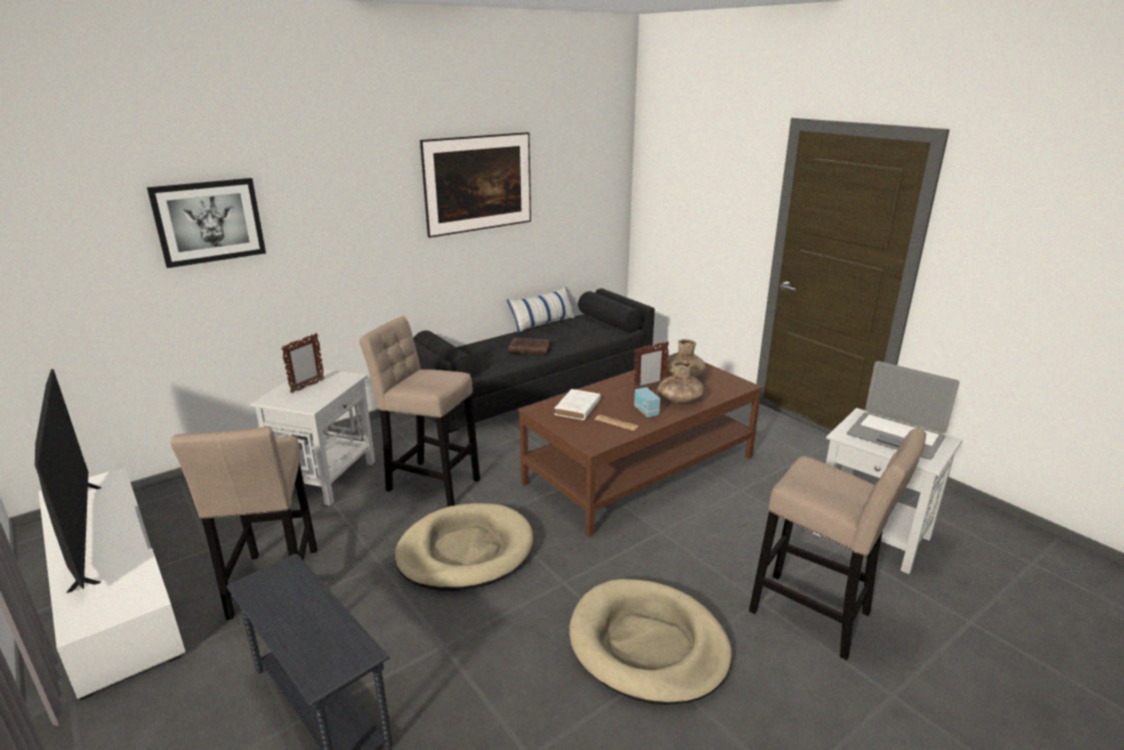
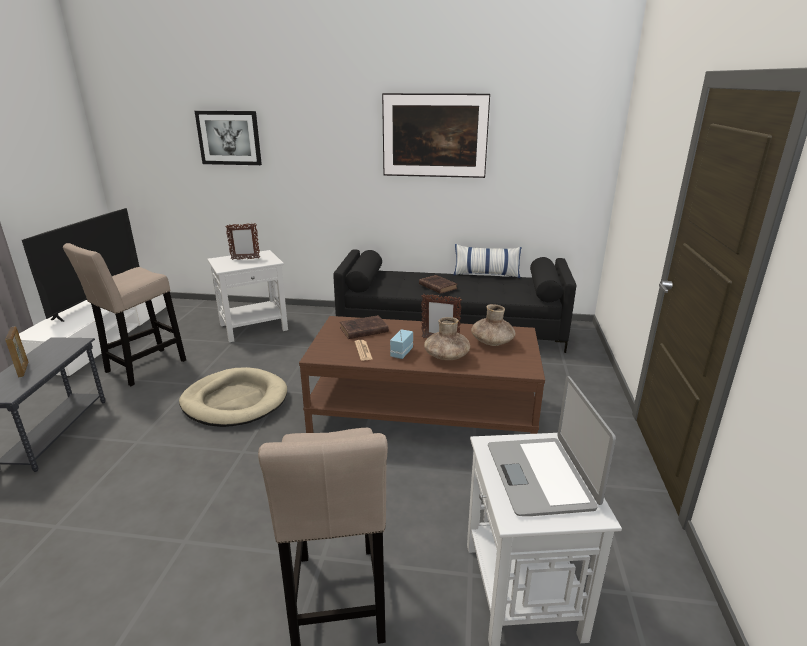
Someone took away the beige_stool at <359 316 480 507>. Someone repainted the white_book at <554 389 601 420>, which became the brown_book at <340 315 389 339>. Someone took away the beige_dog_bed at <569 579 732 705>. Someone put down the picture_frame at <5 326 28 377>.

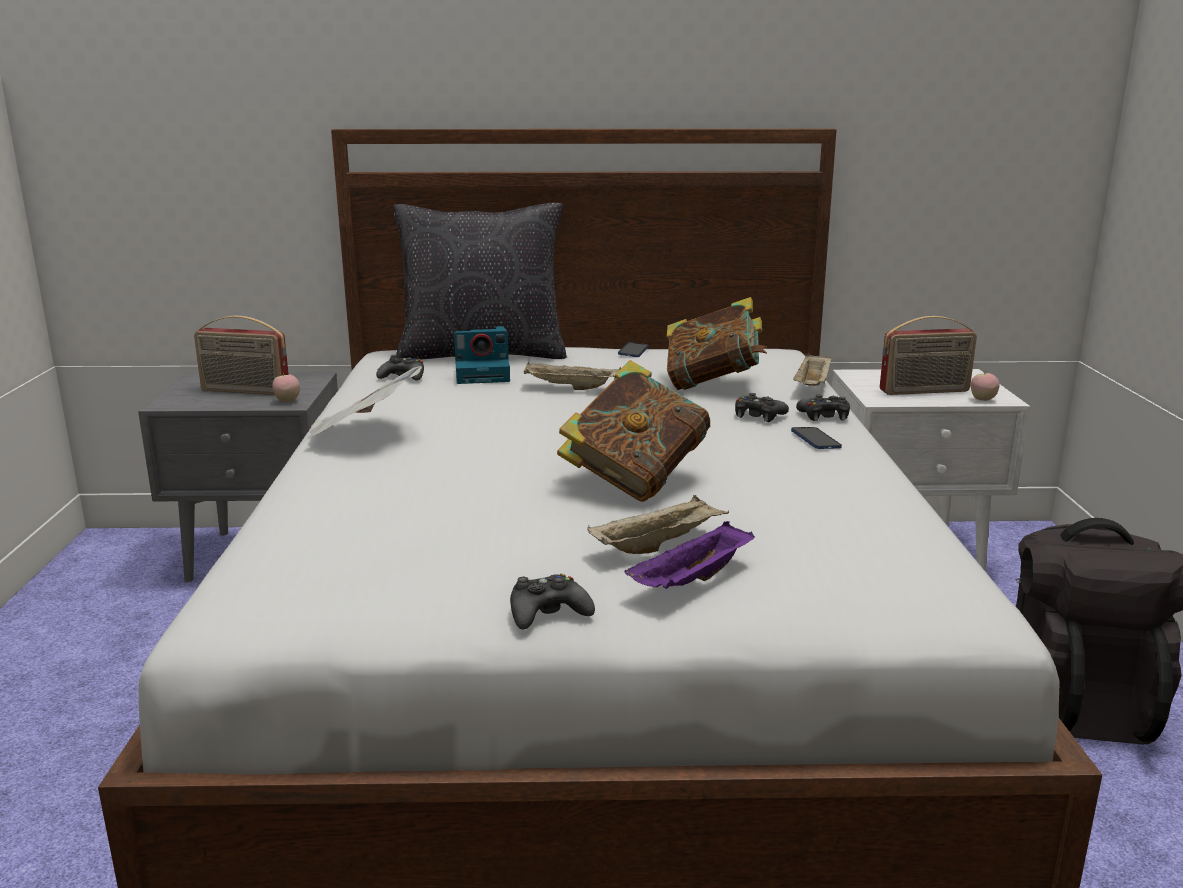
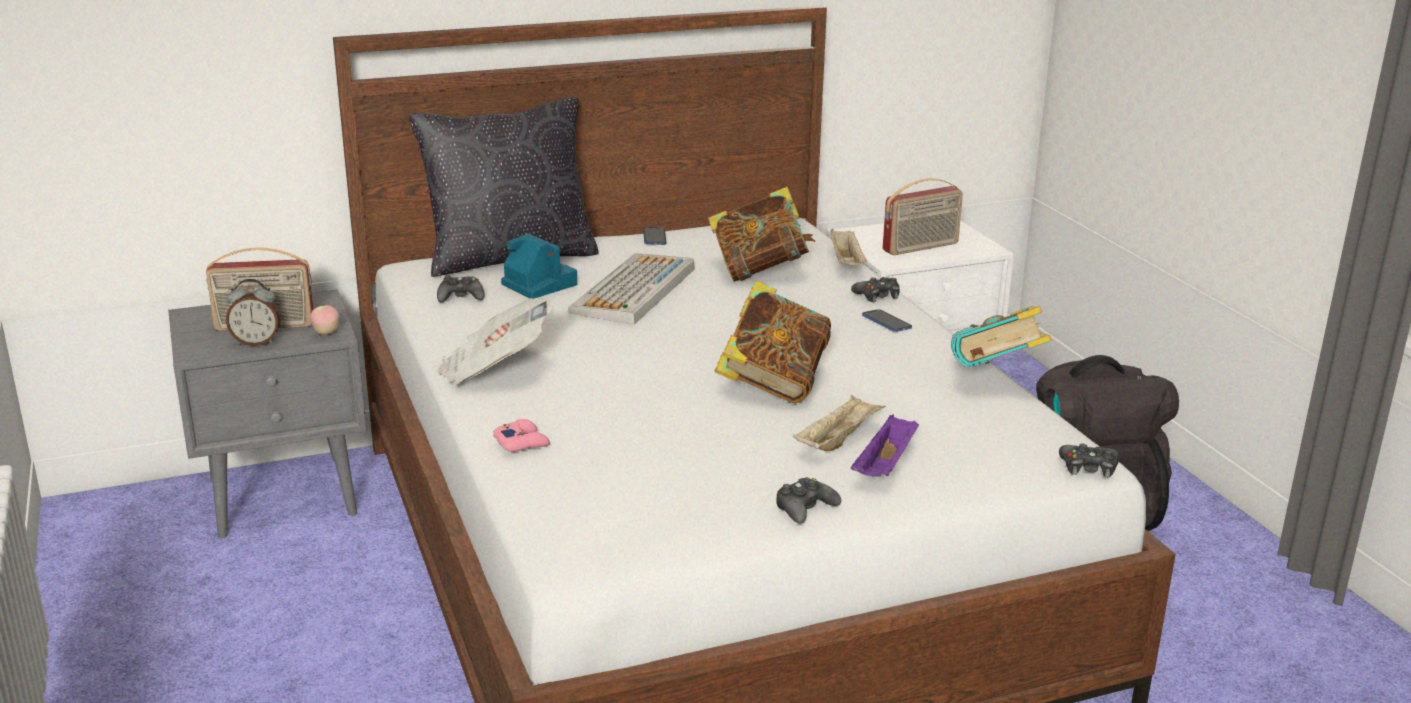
Someone rotated the photo_camera at <454 326 510 384> by 105 degrees counterclockwise. Someone swapped the beige_tray at <524 362 621 390> for the keyboard at <568 253 694 325>. Someone carried the black_game_controller from <735 393 789 422> to <1059 444 1119 478>. Someone took away the apple at <971 370 1000 401>. Someone put down the alarm_clock at <226 279 281 346>. Someone put down the pink_game_controller at <493 419 550 452>. Someone put down the book at <951 306 1052 367>.

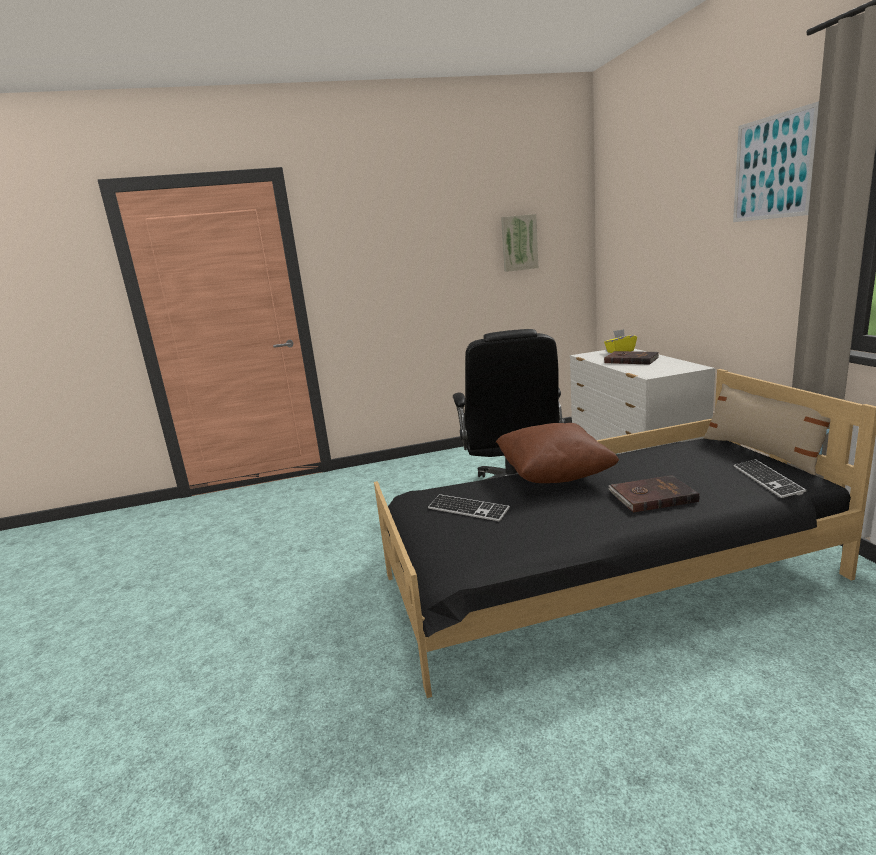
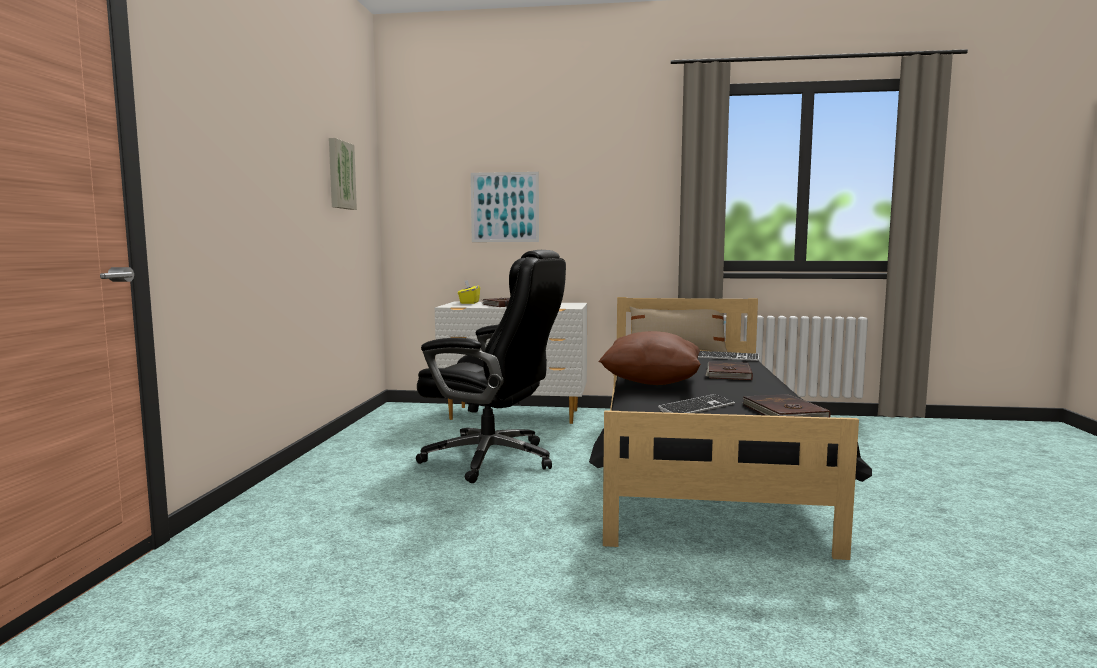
Someone carried the picture from <733 101 819 222> to <471 172 539 242>. Someone put down the brown_book at <742 394 830 417>.

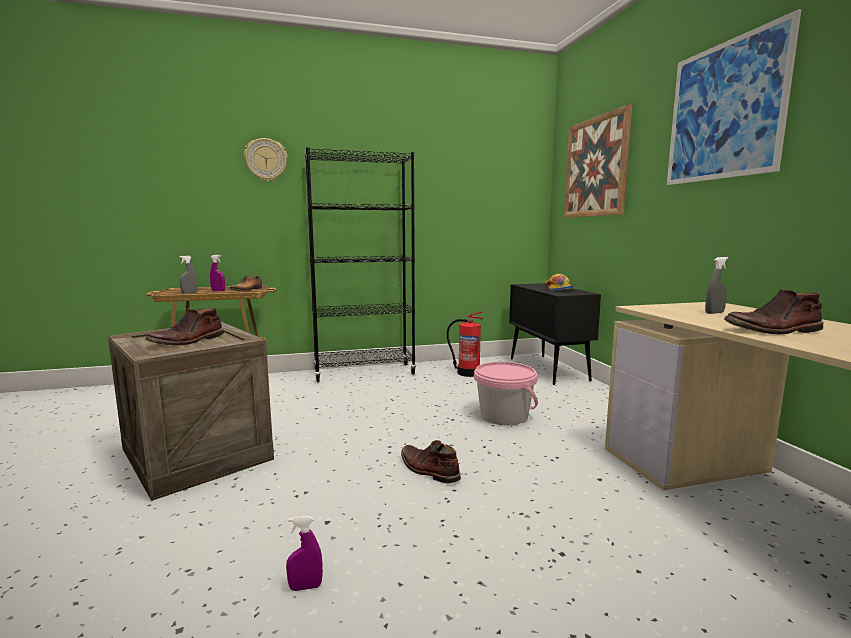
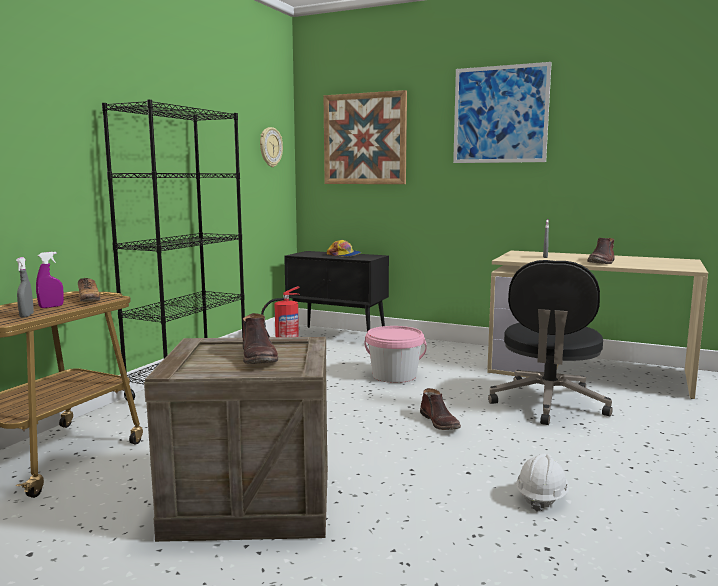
Someone carried the wall_clock from <244 138 287 182> to <260 127 283 167>. Someone swapped the purple_spray_bottle at <286 516 323 591> for the white_hard_hat at <516 453 569 512>. Someone rotated the brown_boot at <401 440 461 483> by 105 degrees counterclockwise. Someone put down the black_office_chair at <488 260 613 425>.

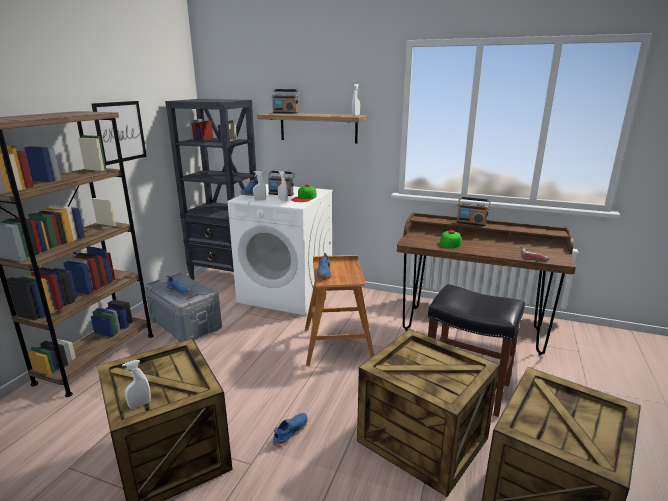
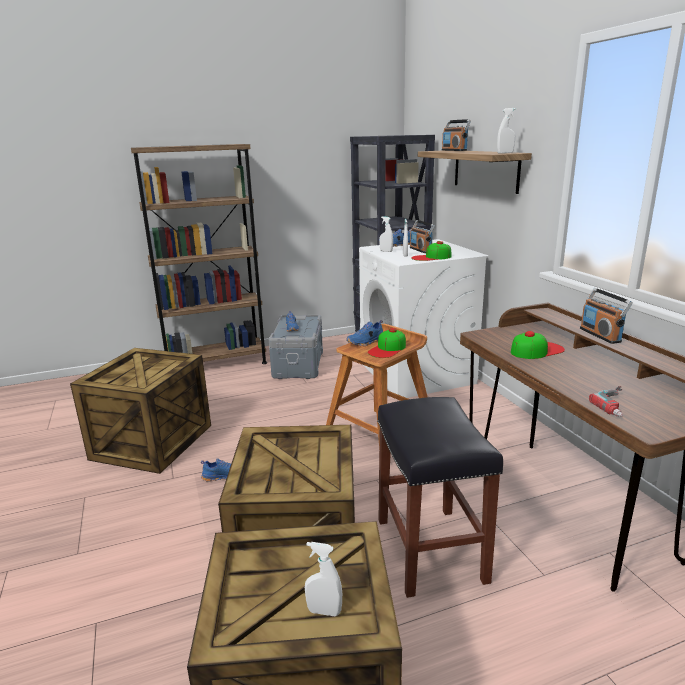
Someone took away the picture at <92 101 147 165>. Someone carried the white_spray_bottle from <122 360 151 409> to <305 542 342 617>. Someone put down the cap at <368 328 406 358>.

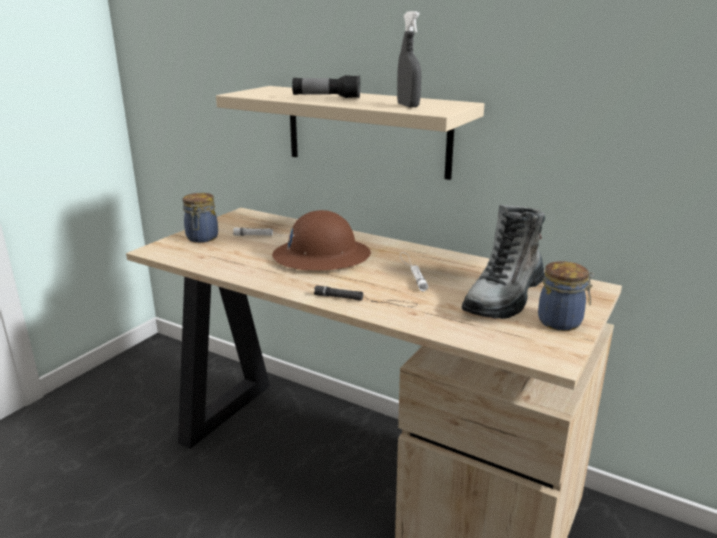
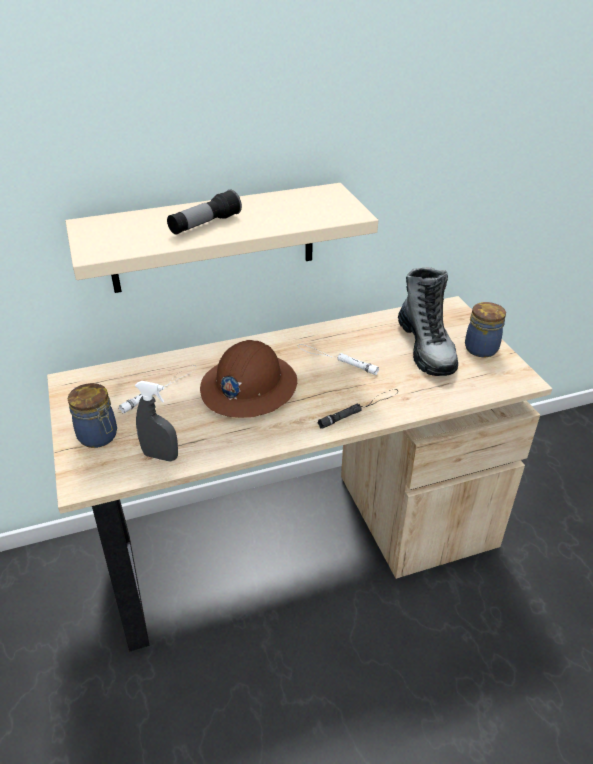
Someone carried the grey_spray_bottle from <397 11 422 108> to <135 381 178 461>.

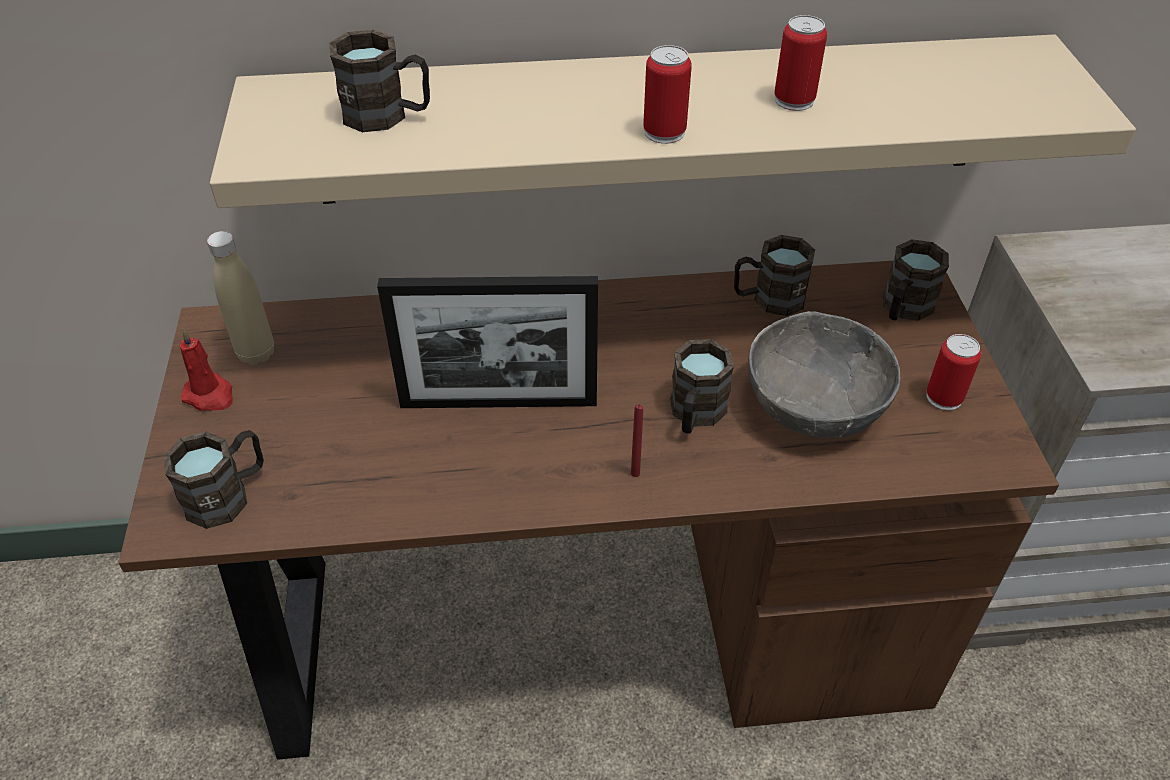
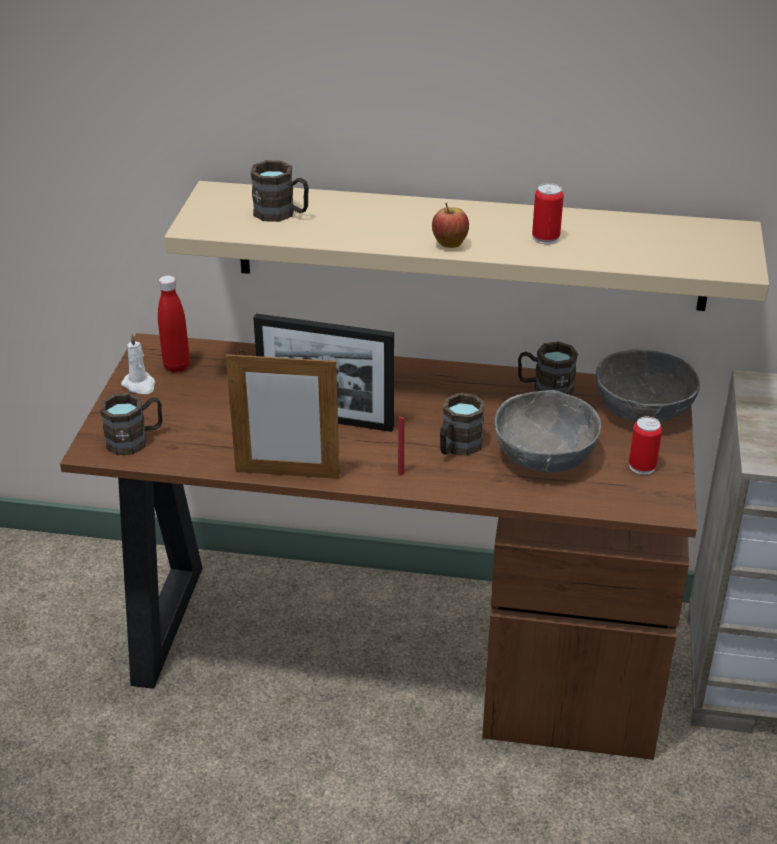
Someone repainted the red_candle at <180 329 233 411>, which became the white_candle at <121 333 155 394>. Someone repainted the beige_bottle at <207 231 274 365>, which became the red_bottle at <158 275 190 373>. Someone swapped the can at <643 45 692 144> for the apple at <432 203 469 248>. Someone swapped the brown_mug at <883 239 949 321> for the grey_bowl at <596 349 700 422>. Someone put down the picture_frame at <226 351 340 479>.

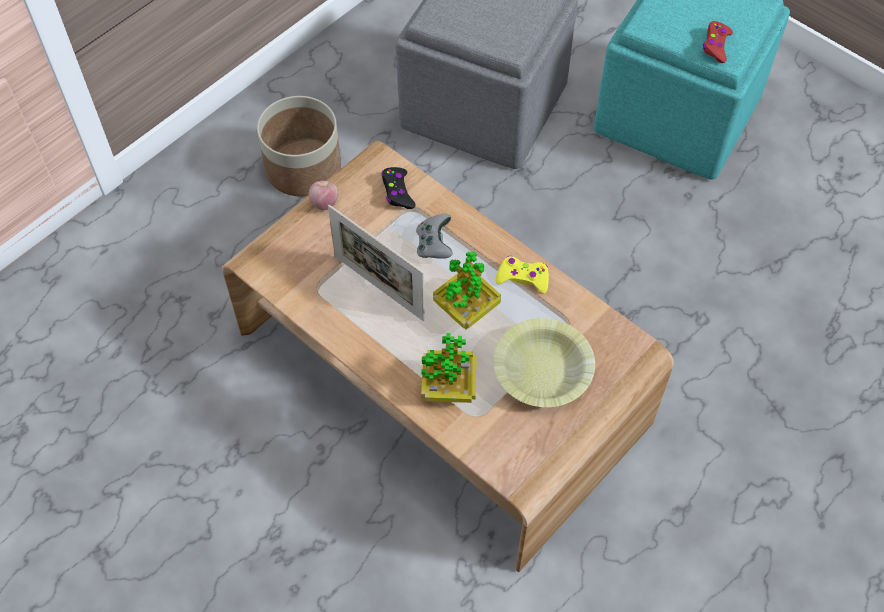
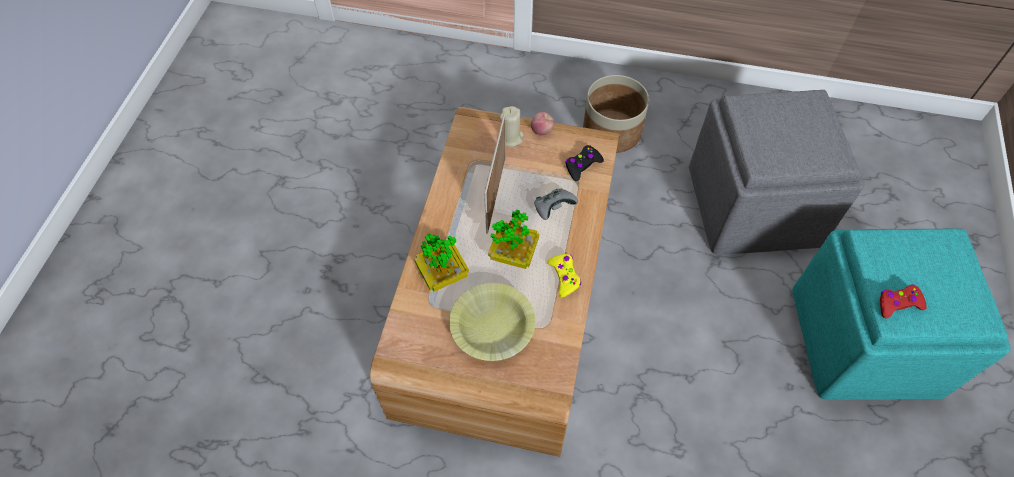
Someone put down the beige_candle at <500 106 524 147>.

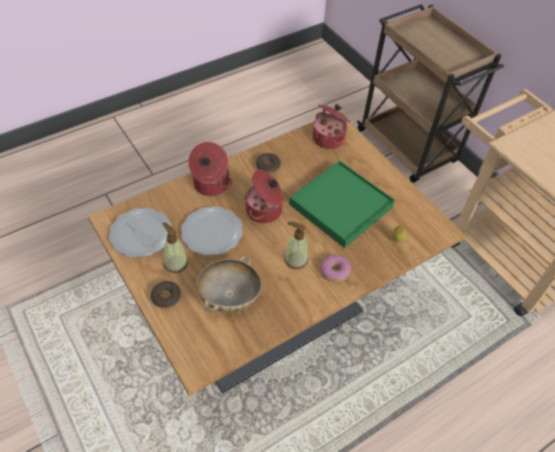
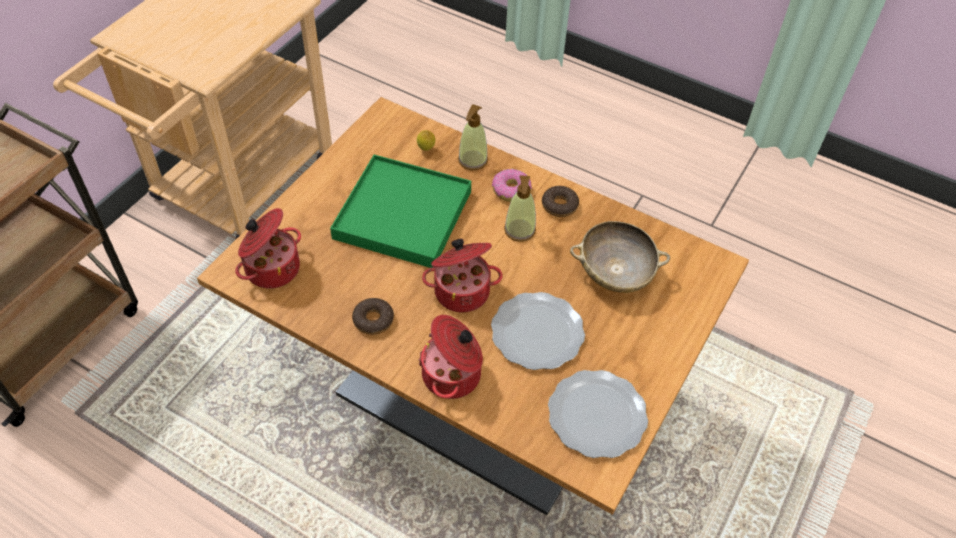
Someone carried the donut from <151 281 181 309> to <542 186 579 217>. Someone carried the soap_dispenser from <162 222 188 273> to <458 104 488 170>.

